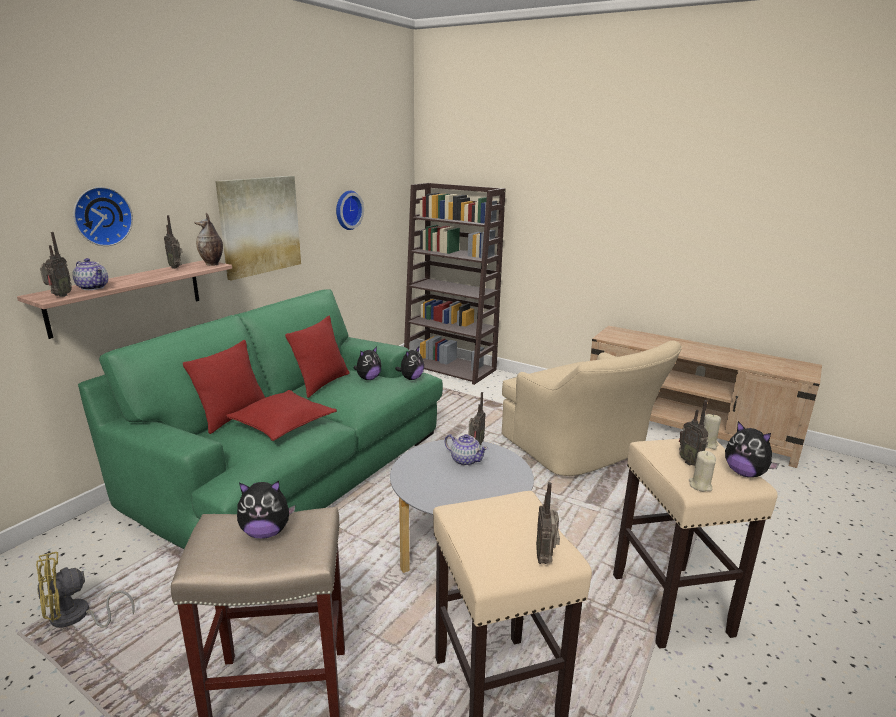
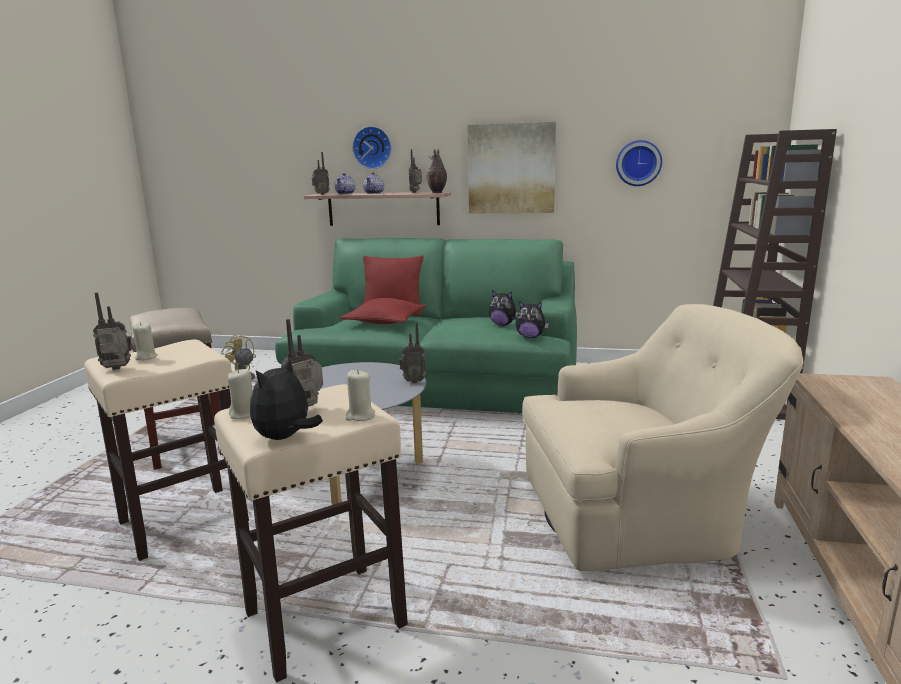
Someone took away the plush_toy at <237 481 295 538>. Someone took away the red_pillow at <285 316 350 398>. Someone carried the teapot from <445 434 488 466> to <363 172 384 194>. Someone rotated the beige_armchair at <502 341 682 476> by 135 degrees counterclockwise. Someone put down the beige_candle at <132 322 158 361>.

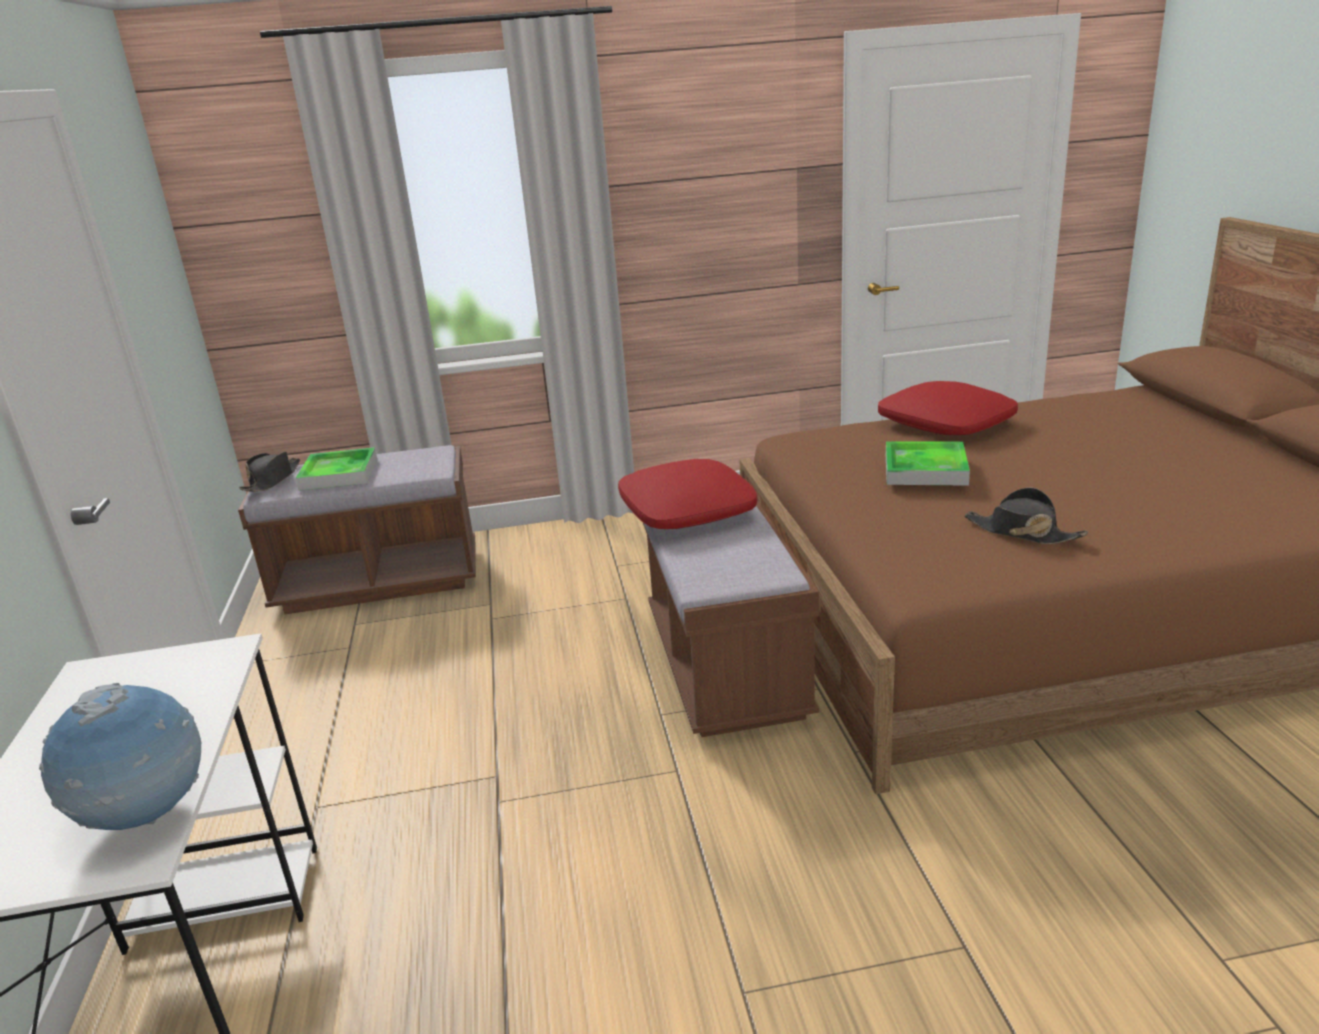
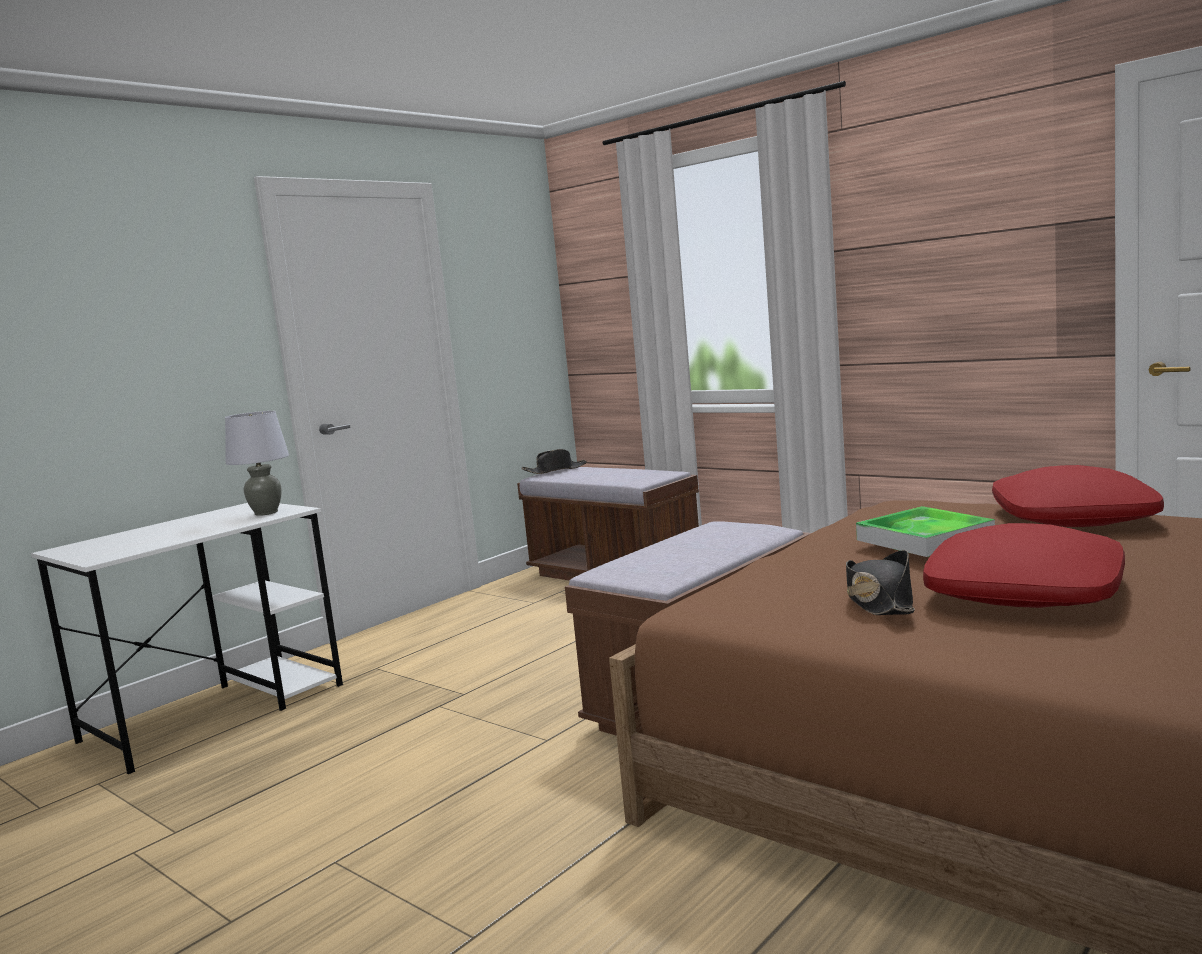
Someone took away the globe at <39 683 201 830>. Someone took away the tray at <295 447 377 491>. Someone carried the red_pillow from <618 459 758 529> to <923 523 1125 608>. Someone put down the grey_table_lamp at <225 411 289 516>.

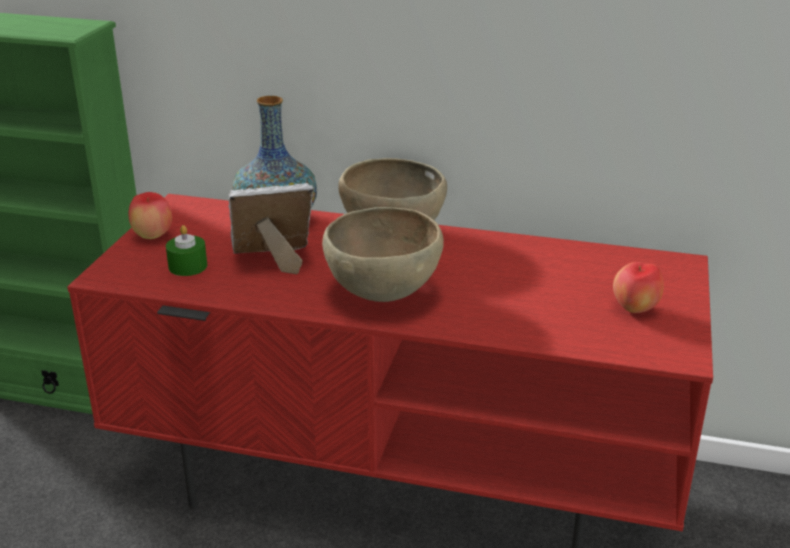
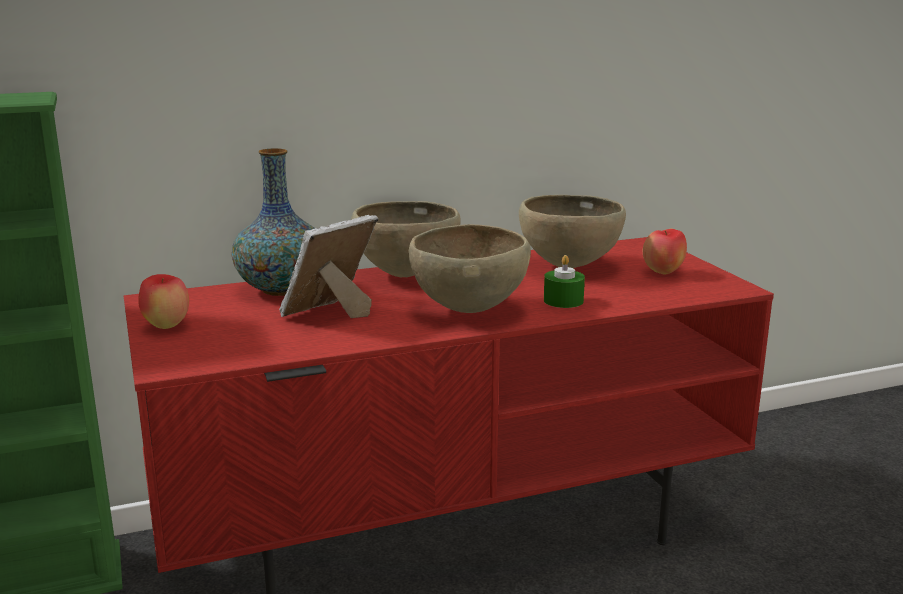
Someone carried the green_candle from <166 225 207 276> to <544 255 585 308>. Someone put down the brown_bowl at <519 195 626 268>.

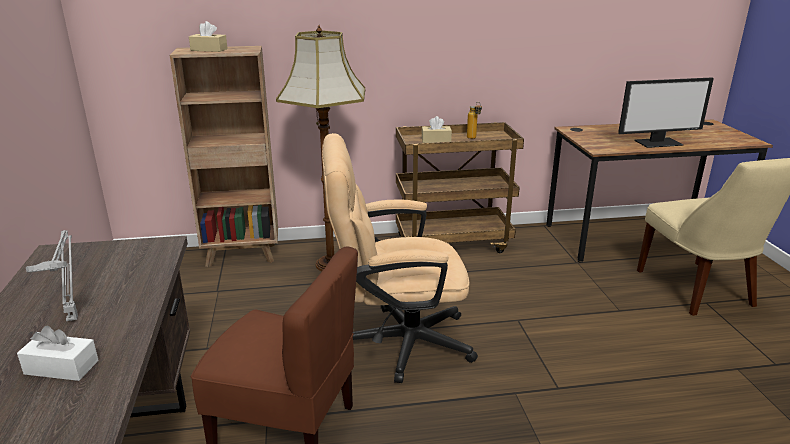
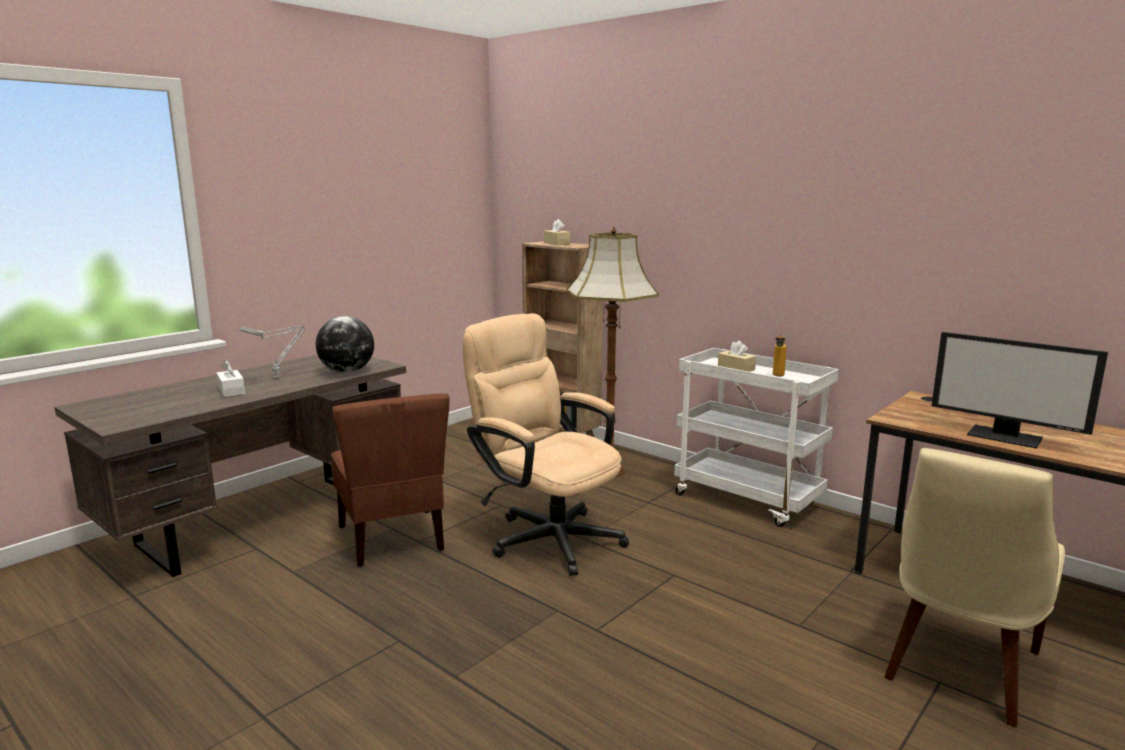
Someone repainted the brown_cart at <396 122 524 253>, which became the white_cart at <674 348 839 527>. Someone put down the globe at <316 316 374 373>.

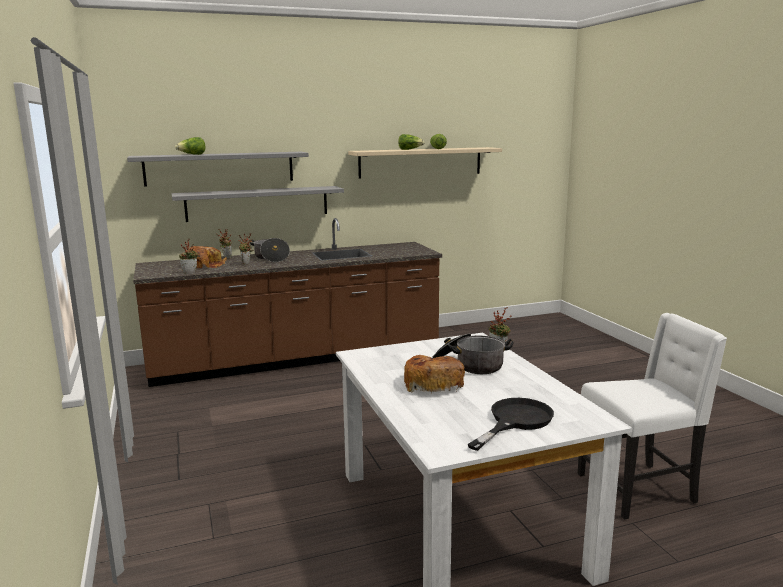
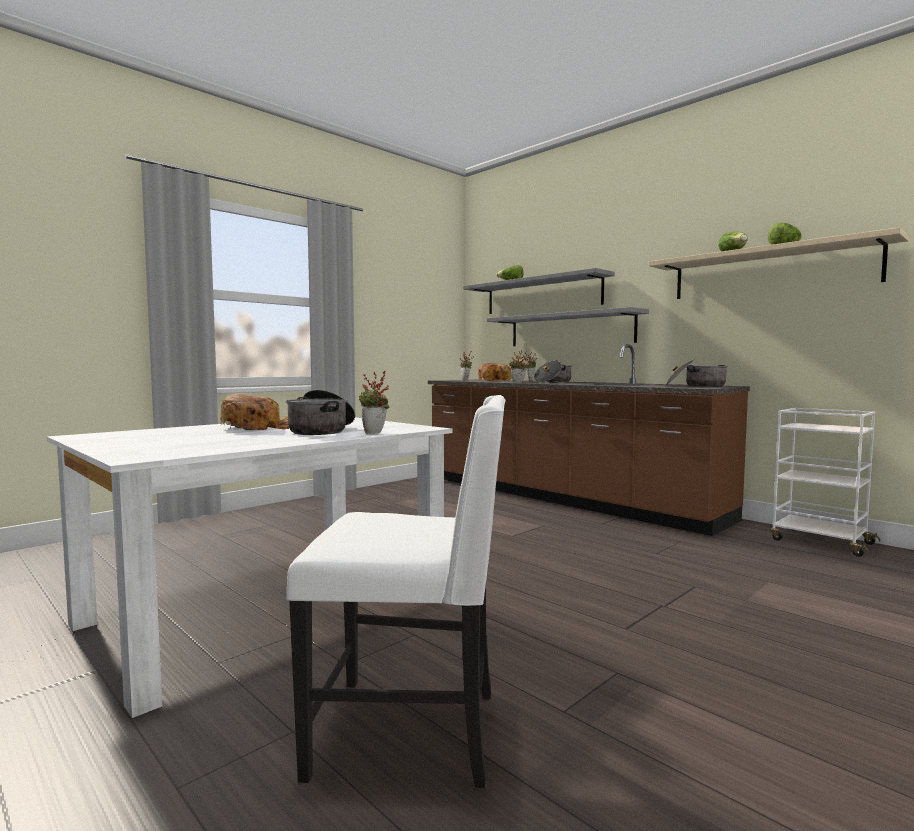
Someone took away the black_frying_pan at <468 398 554 451>. Someone rotated the white_chair at <578 313 727 519> by 45 degrees counterclockwise. Someone put down the cooking_pot at <665 360 728 387>. Someone put down the white_cart at <770 408 881 557>.

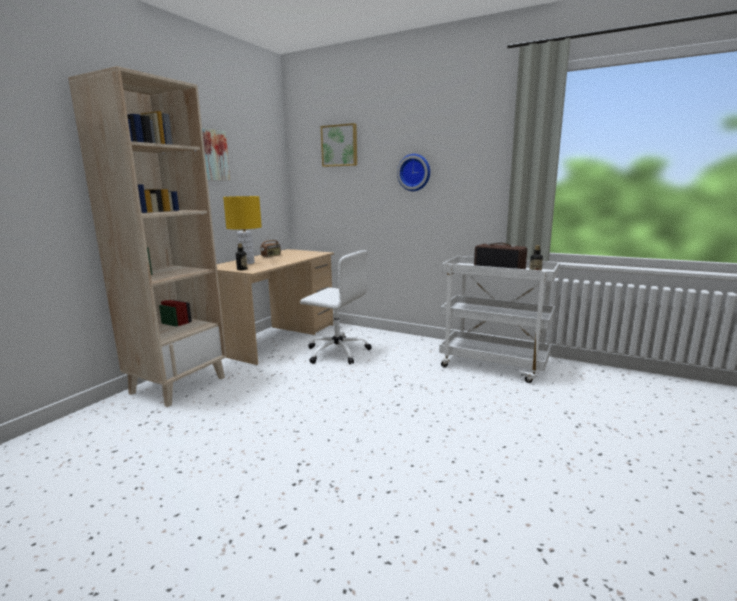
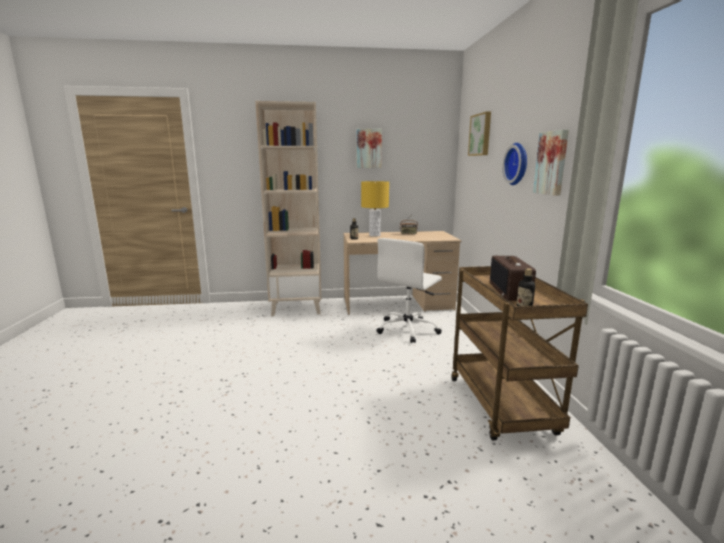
Someone rotated the white_office_chair at <300 250 372 365> by 45 degrees clockwise. Someone repainted the white_cart at <439 256 560 383>, which became the brown_cart at <451 266 588 440>. Someone put up the picture at <533 129 569 196>.

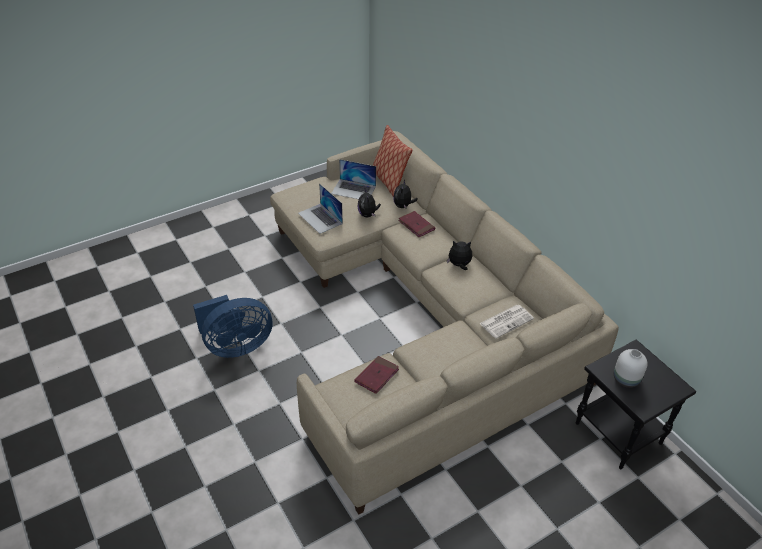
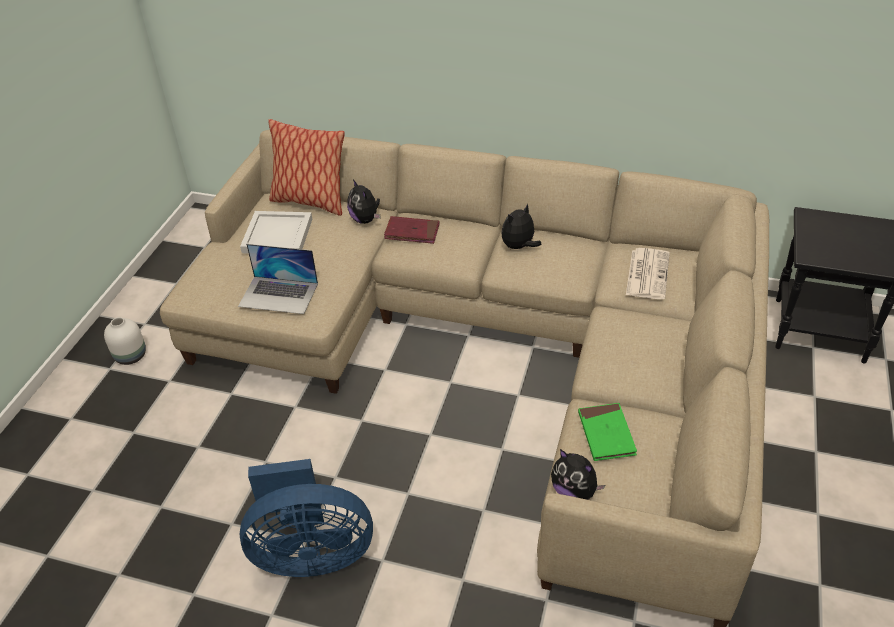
Someone rotated the blue_fan at <193 295 272 358> by 60 degrees clockwise. Someone swapped the laptop at <331 159 376 199> for the white_tray at <240 211 312 254>. Someone repainted the red_book at <355 356 399 394>, which became the green_book at <578 403 637 461>. Someone carried the plush_toy from <358 189 381 217> to <551 449 605 500>. Someone carried the white_vase from <614 349 648 388> to <104 317 146 365>.

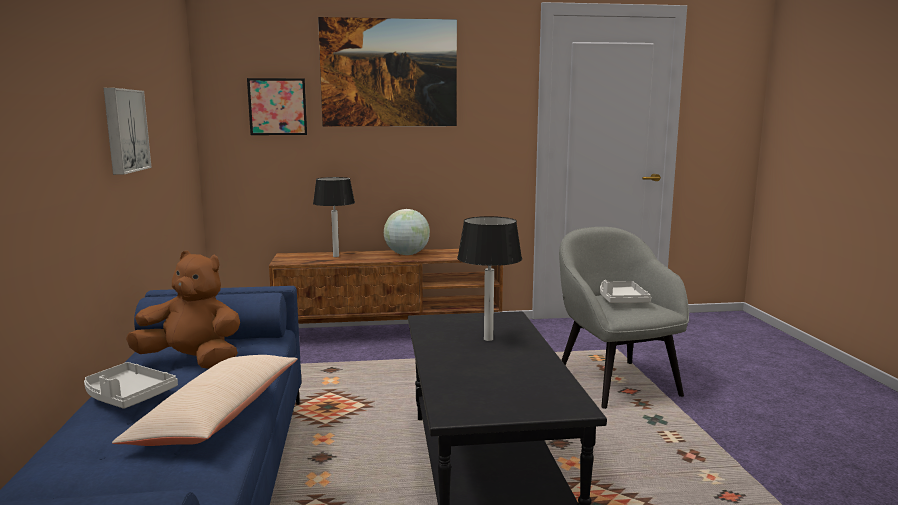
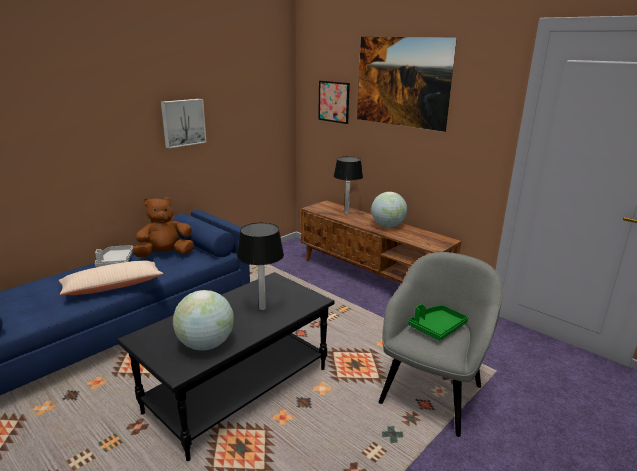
Someone rotated the brown_plush_toy at <126 251 240 369> by 90 degrees counterclockwise. Someone repainted the grey_tray at <600 280 651 303>, which became the green_tray at <408 304 468 341>. Someone put down the globe at <173 290 234 351>.

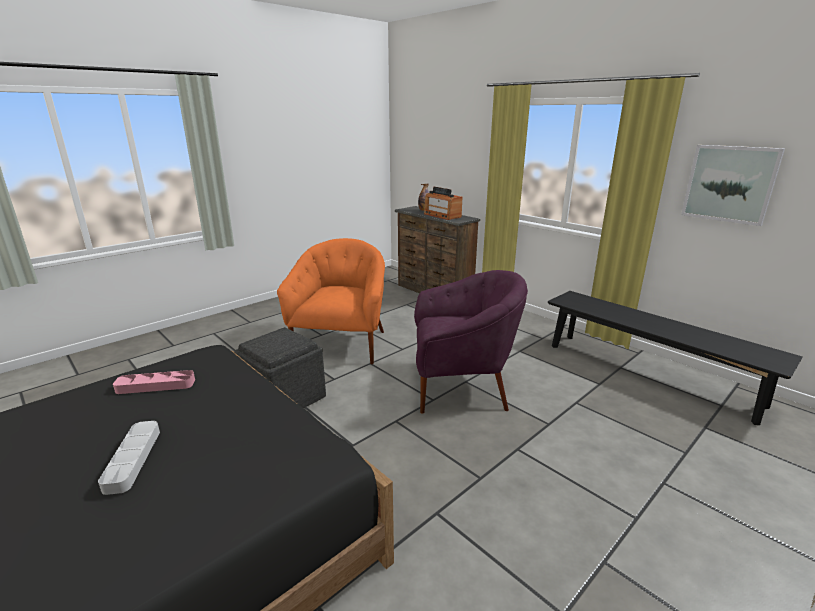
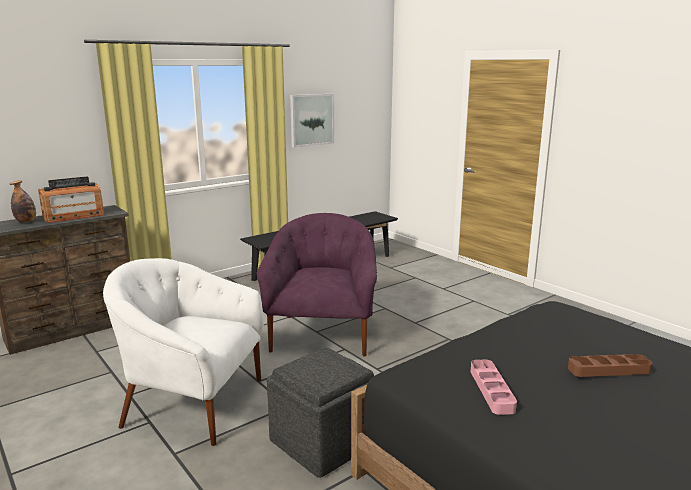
Someone repainted the grey_tray at <98 421 160 495>, which became the brown_tray at <568 354 652 377>. Someone repainted the orange_armchair at <277 238 385 364>, which became the white_armchair at <103 258 264 446>.

